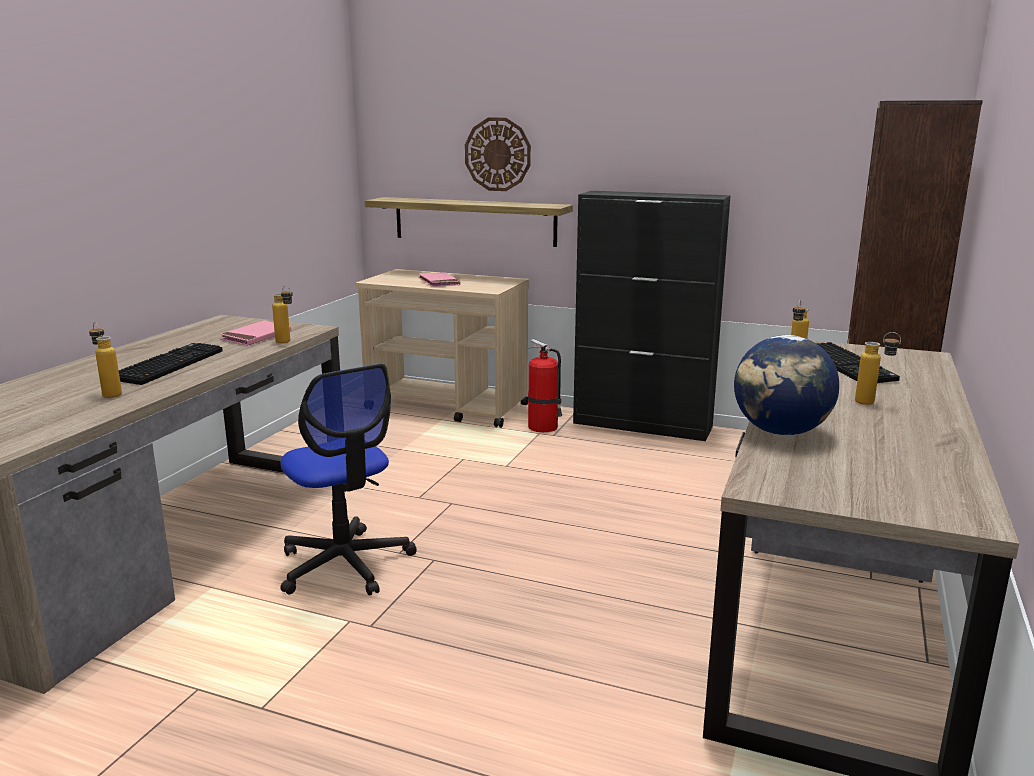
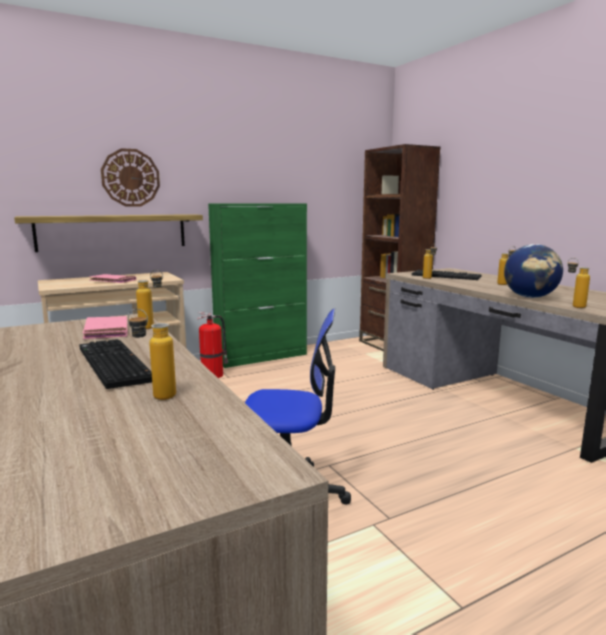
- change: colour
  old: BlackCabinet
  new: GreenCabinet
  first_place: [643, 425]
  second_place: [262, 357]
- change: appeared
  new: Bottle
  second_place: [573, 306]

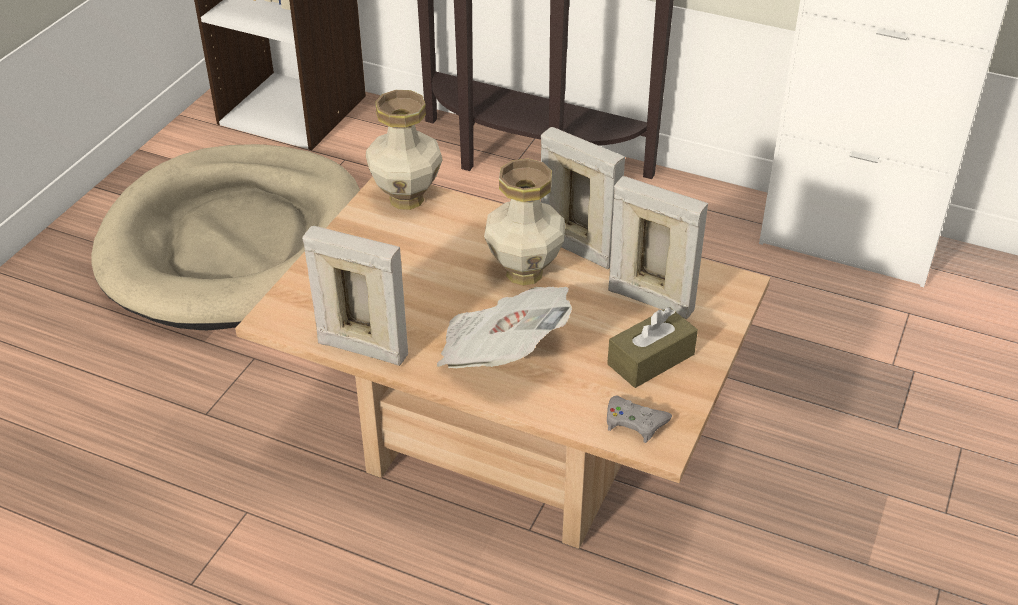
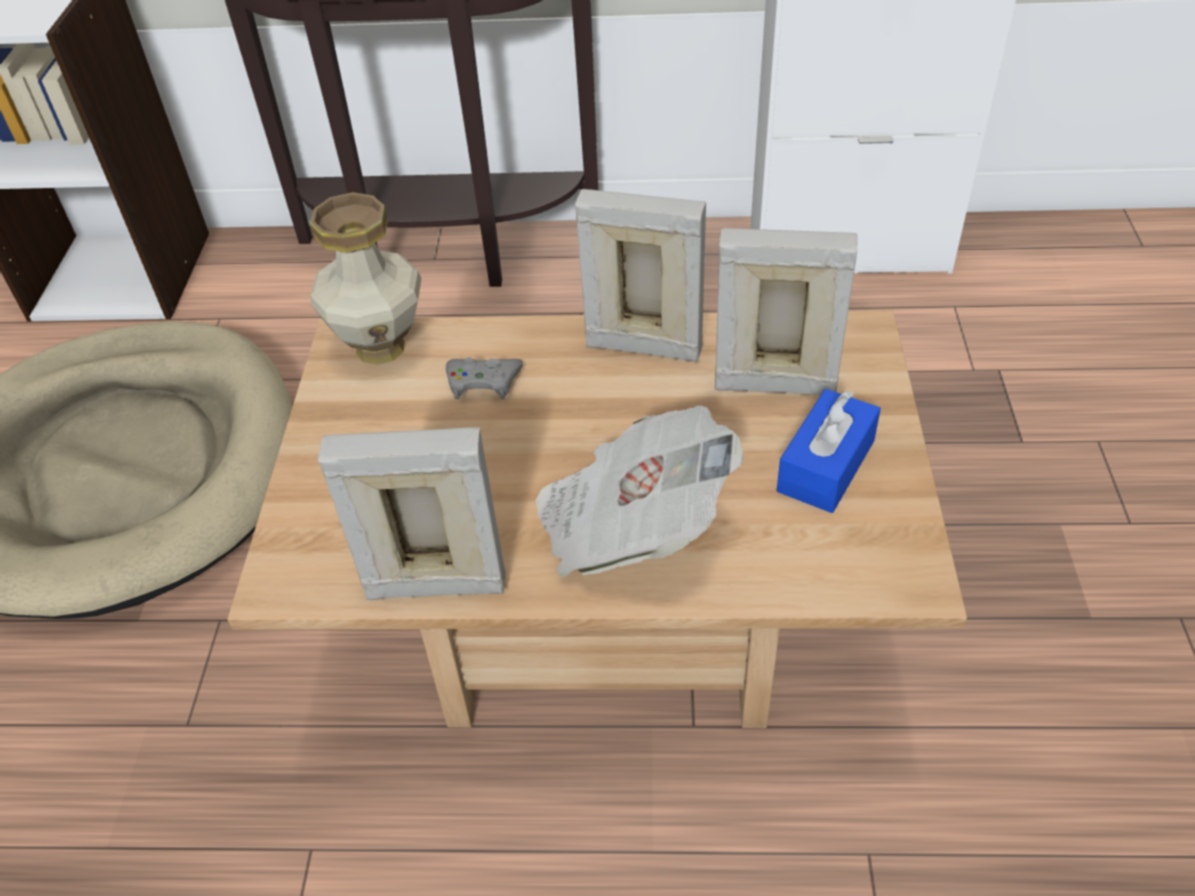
- change: relocated
  old: GreyGameController
  first_place: [635, 422]
  second_place: [483, 382]
- change: colour
  old: BrownTissueBox
  new: BlueTissueBox
  first_place: [651, 359]
  second_place: [826, 466]
- change: missing
  old: Vase
  first_place: [525, 272]

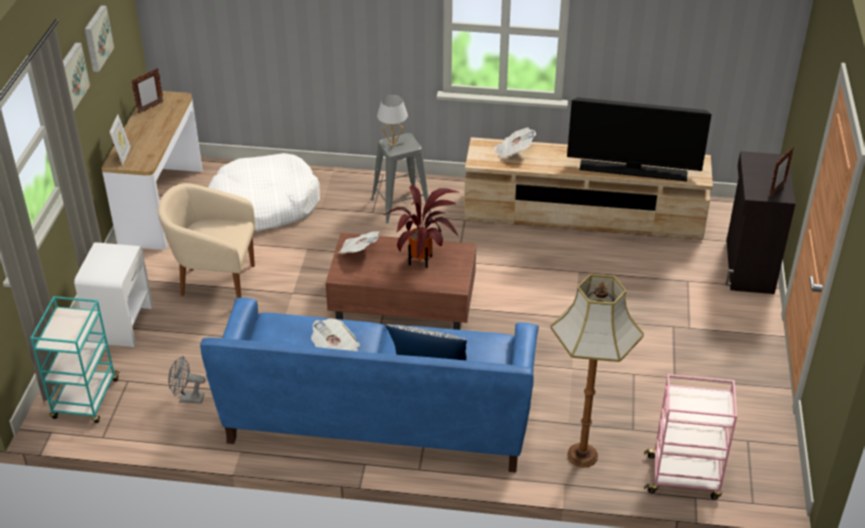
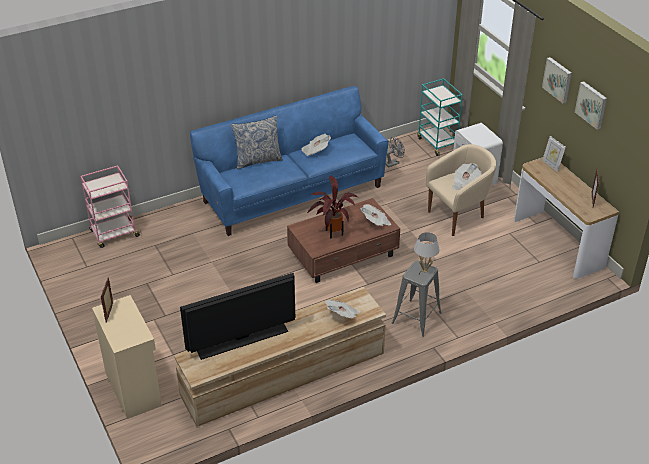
- change: colour
  old: BlackCabinet
  new: BeigeCabinet
  first_place: [748, 266]
  second_place: [134, 388]
- change: appeared
  new: Newspaper
  second_place: [465, 184]
- change: missing
  old: WhiteDogBed
  first_place: [264, 205]
- change: missing
  old: FloorLamp
  first_place: [582, 456]

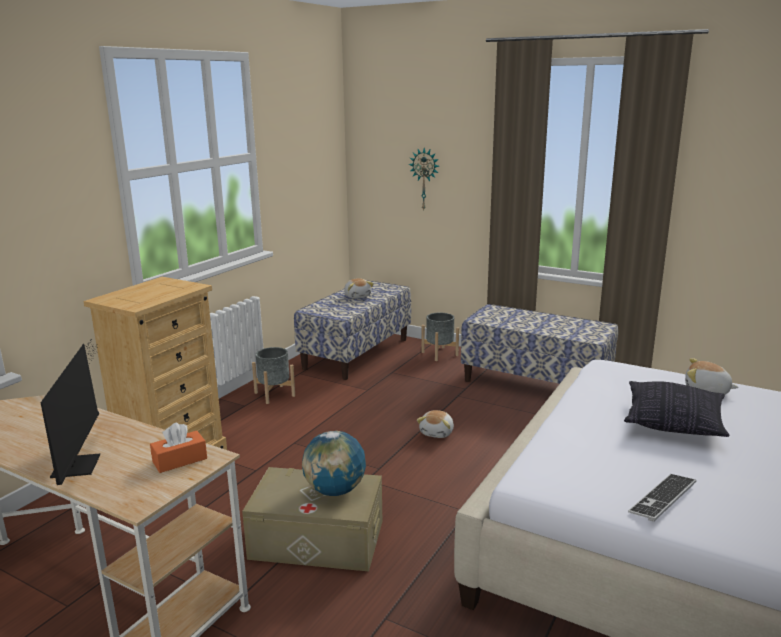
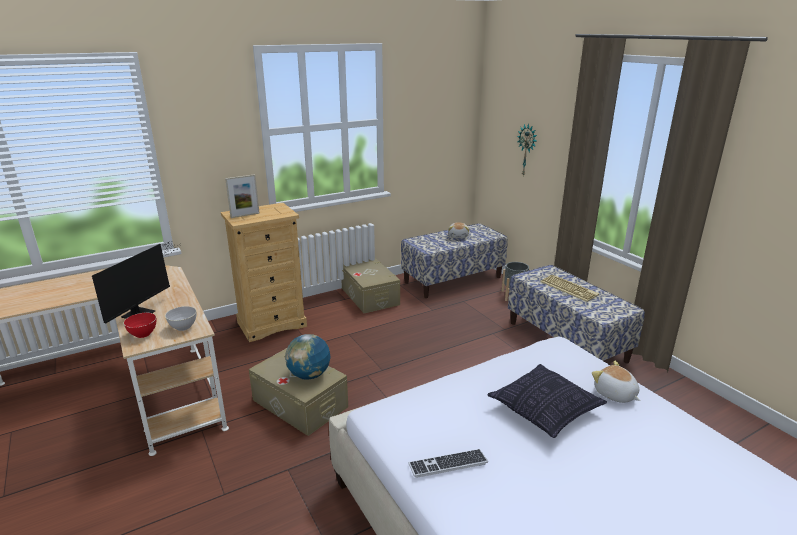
- change: appeared
  new: RedBowl
  second_place: [143, 334]
- change: exchanged
  old: OrangeTissueBox
  new: GreyBowl
  first_place: [180, 460]
  second_place: [183, 327]
- change: appeared
  new: PictureFrame
  second_place: [245, 215]
- change: exchanged
  old: GreyPlanter
  new: BeigeStorageBox
  first_place: [274, 394]
  second_place: [370, 296]
- change: appeared
  new: Keyboard
  second_place: [569, 288]
- change: missing
  old: PlushToy
  first_place: [437, 432]

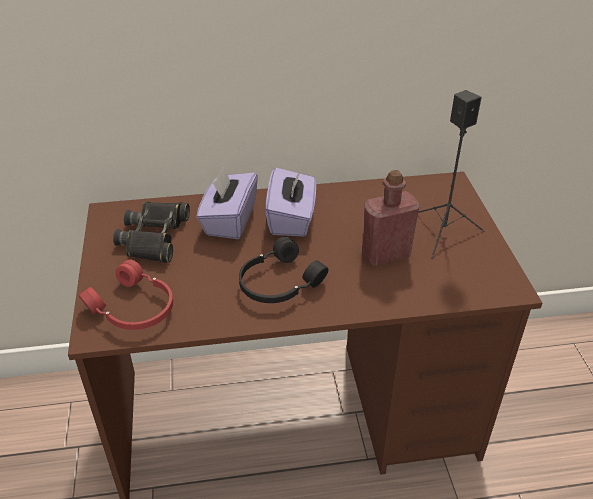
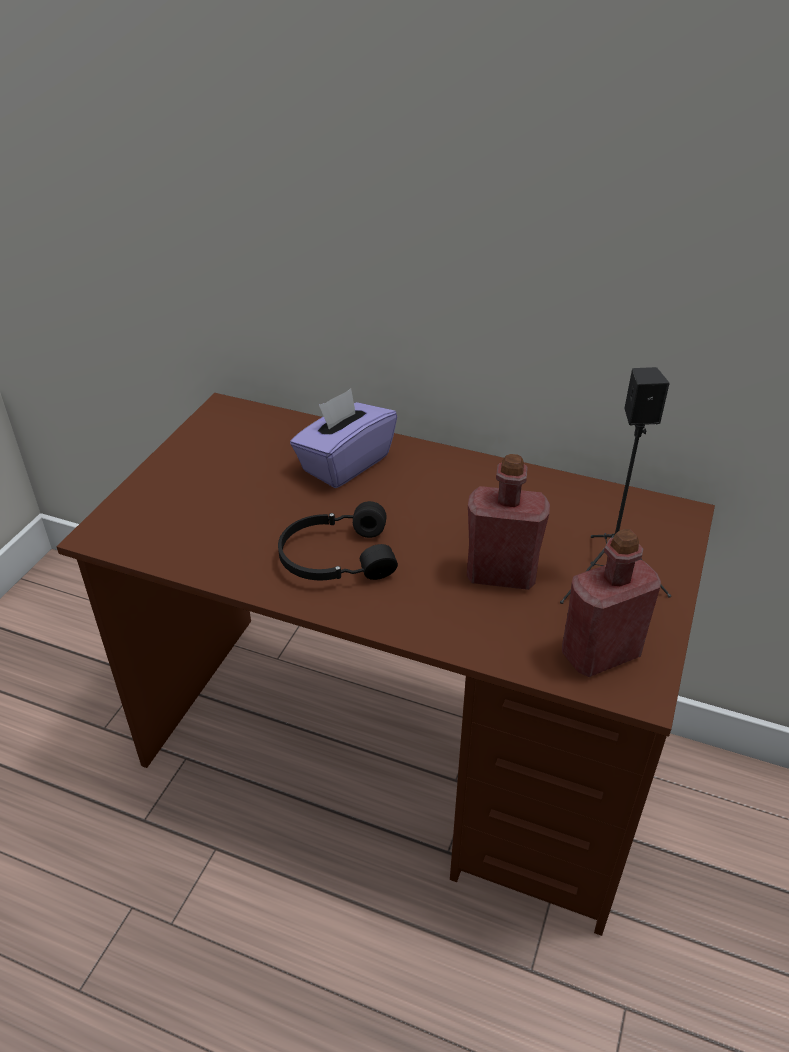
- change: appeared
  new: RedBottle
  second_place: [600, 654]
- change: missing
  old: RedHeadphones
  first_place: [133, 309]
- change: missing
  old: BlackBinoculars
  first_place: [155, 237]
- change: missing
  old: PurpleTissueBox
  first_place: [292, 219]

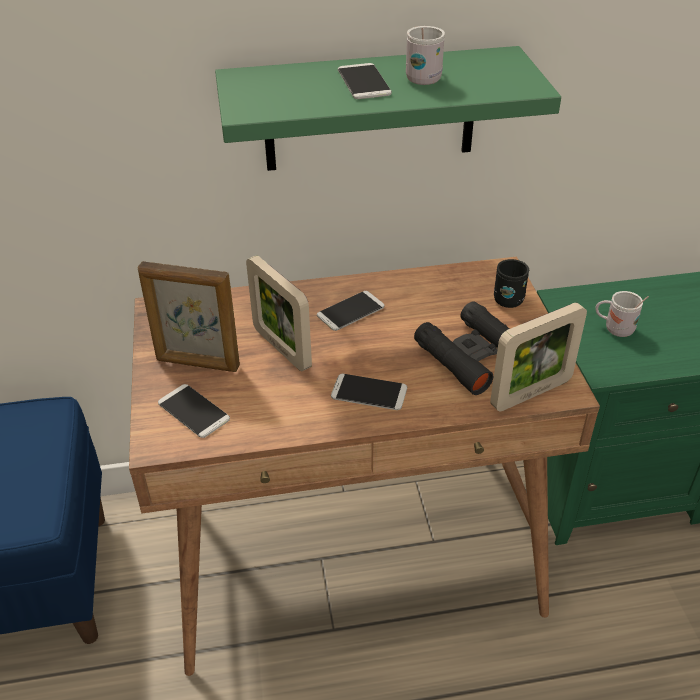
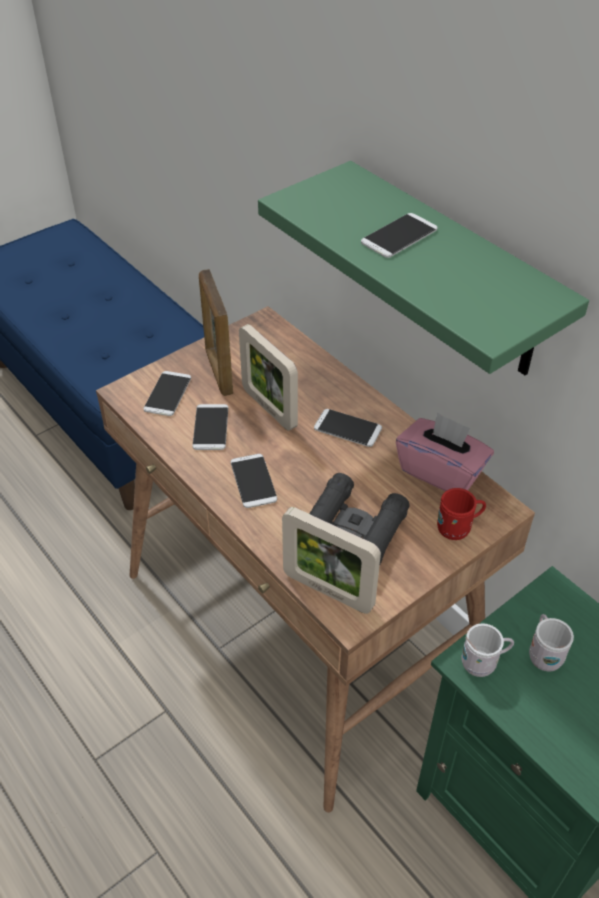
- change: appeared
  new: Phone
  second_place: [210, 427]
- change: spun
  old: PictureFrame
  first_place: [282, 348]
  second_place: [269, 408]
  degrees: -60
- change: appeared
  new: PinkTissueBox
  second_place: [441, 472]
- change: colour
  old: BlackMug
  new: RedMug
  first_place: [508, 298]
  second_place: [458, 528]
- change: relocated
  old: WhiteMug
  first_place: [424, 77]
  second_place: [483, 662]

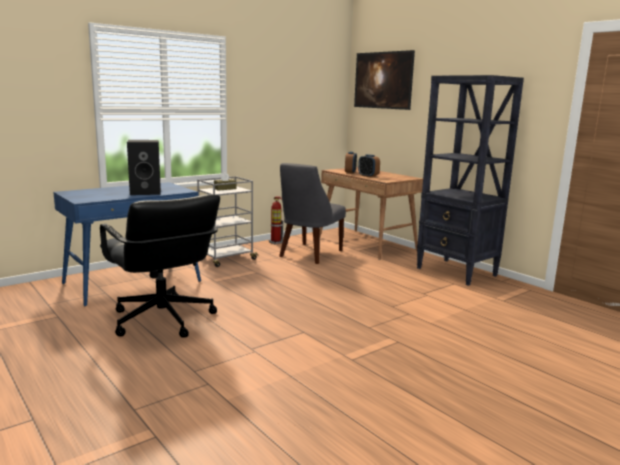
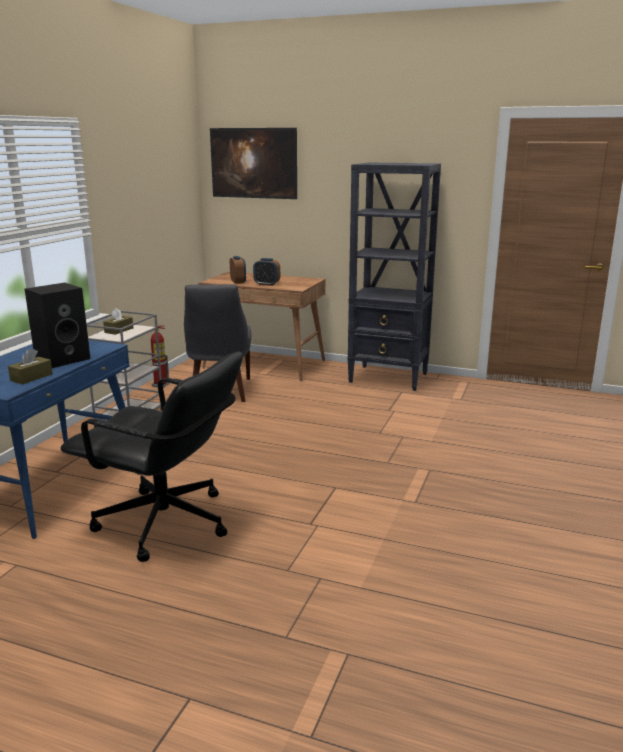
- change: appeared
  new: BrownTissueBox
  second_place: [31, 377]

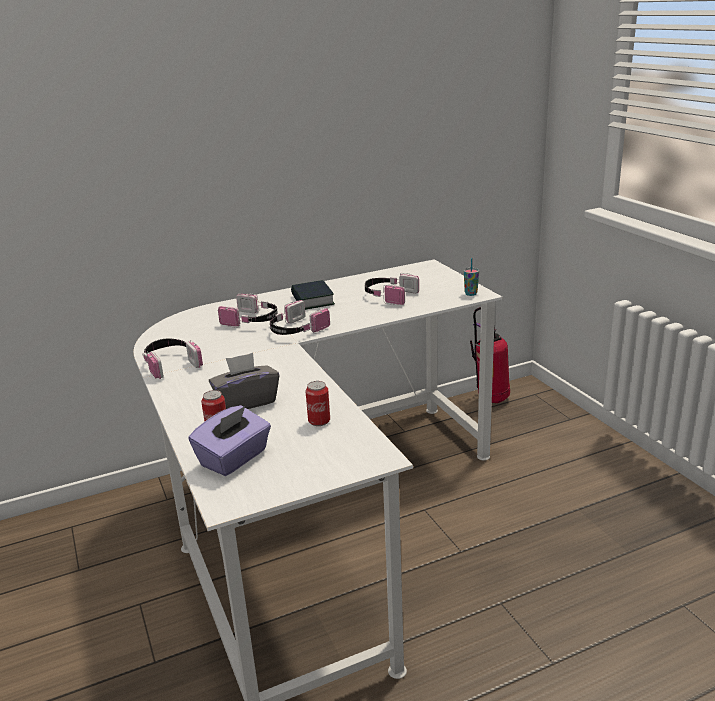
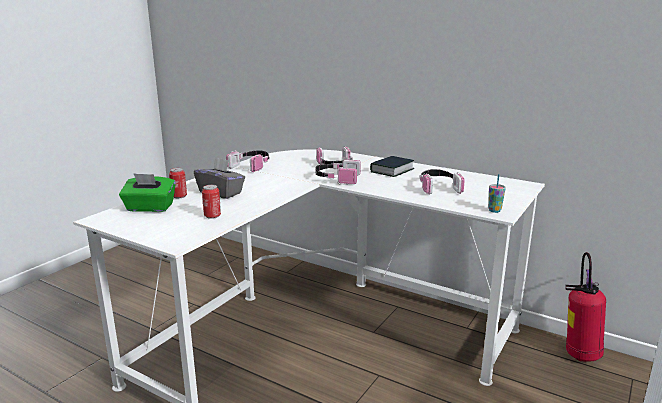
- change: colour
  old: PurpleTissueBox
  new: GreenTissueBox
  first_place: [234, 458]
  second_place: [150, 208]

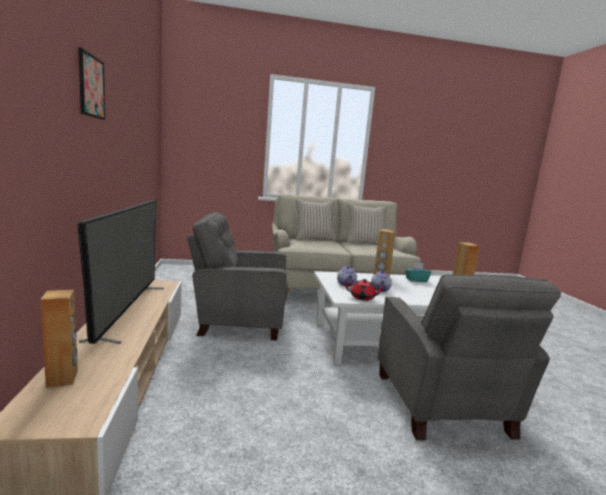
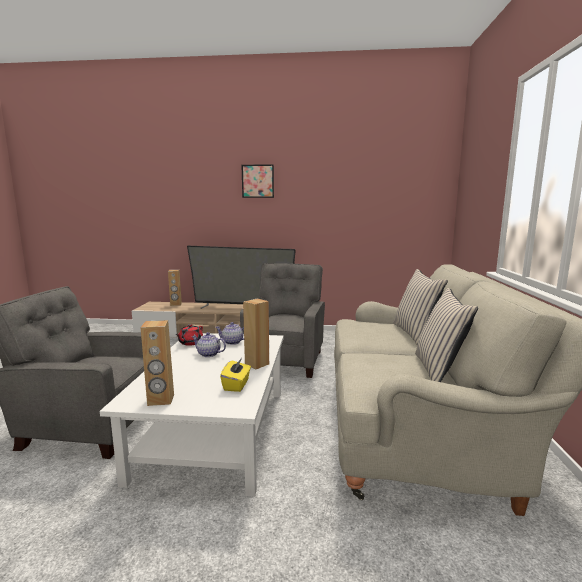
- change: colour
  old: TurquoiseTissueBox
  new: YellowTissueBox
  first_place: [416, 280]
  second_place: [236, 385]

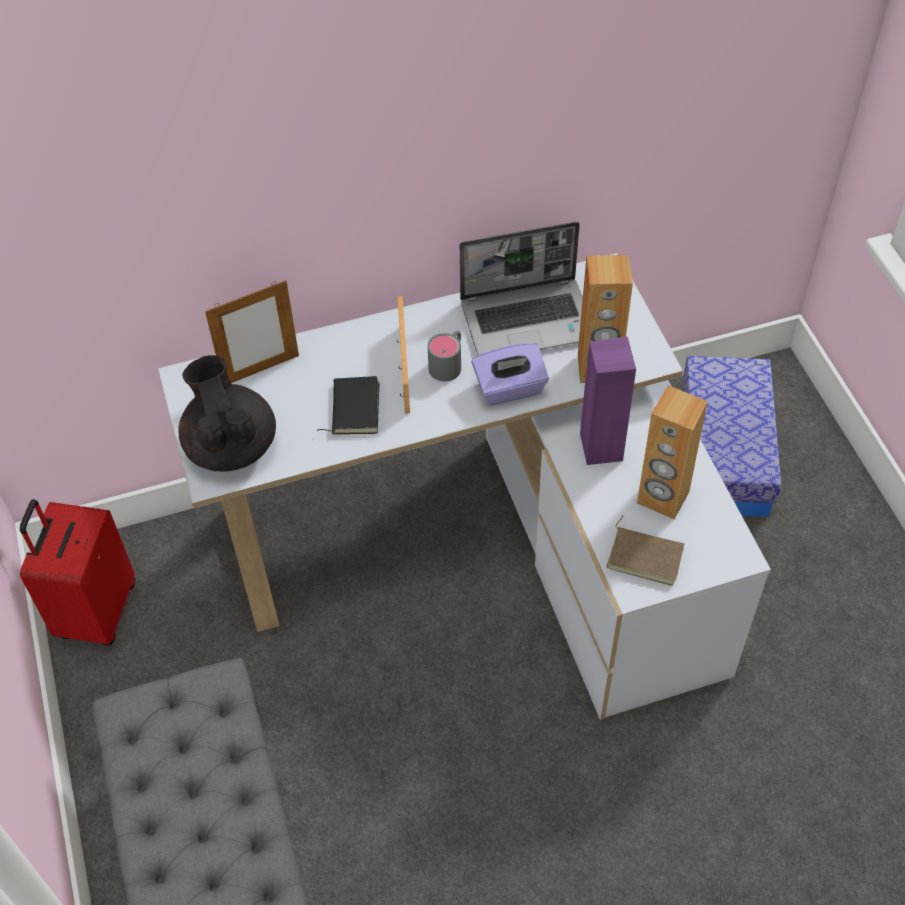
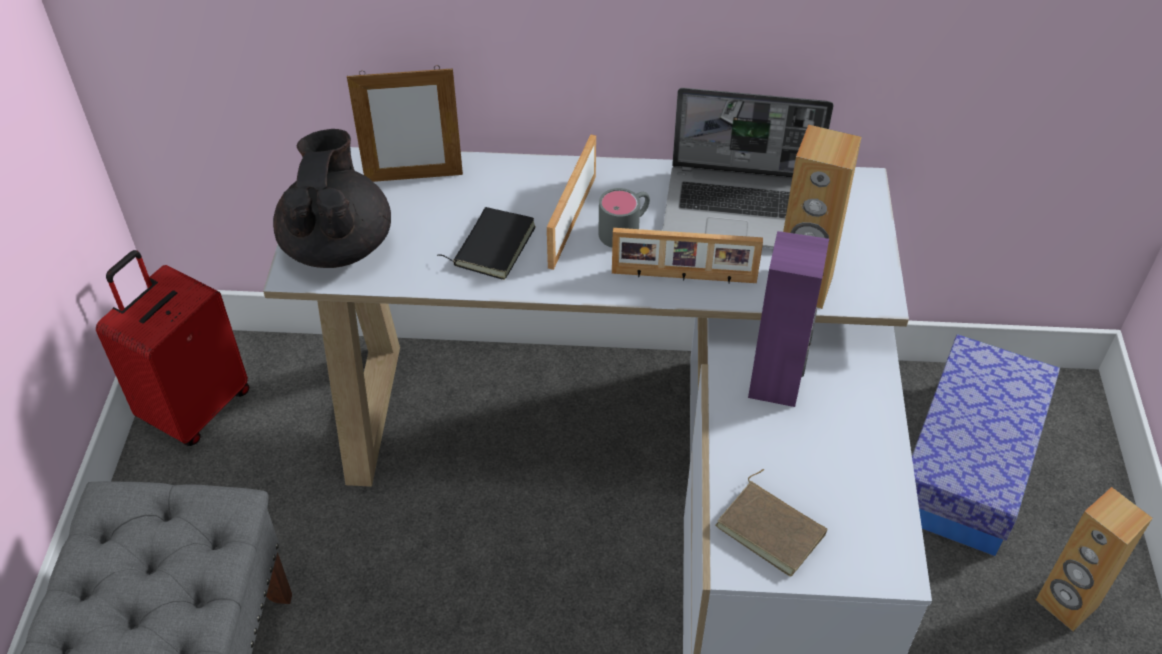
- change: exchanged
  old: PurpleTissueBox
  new: PictureFrame
  first_place: [510, 389]
  second_place: [683, 277]
- change: relocated
  old: BrownSpeaker
  first_place: [662, 498]
  second_place: [1066, 604]

